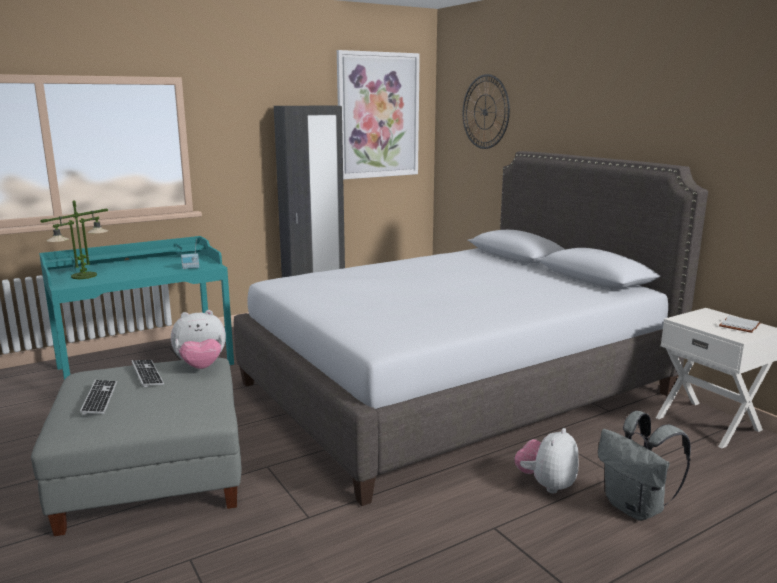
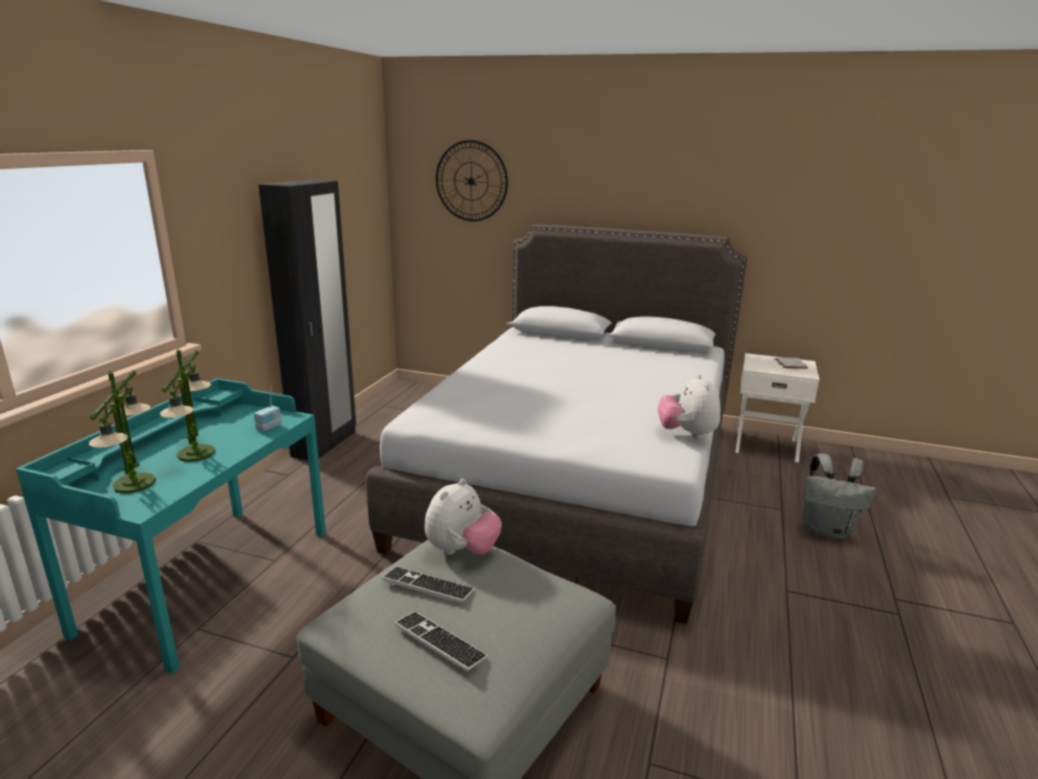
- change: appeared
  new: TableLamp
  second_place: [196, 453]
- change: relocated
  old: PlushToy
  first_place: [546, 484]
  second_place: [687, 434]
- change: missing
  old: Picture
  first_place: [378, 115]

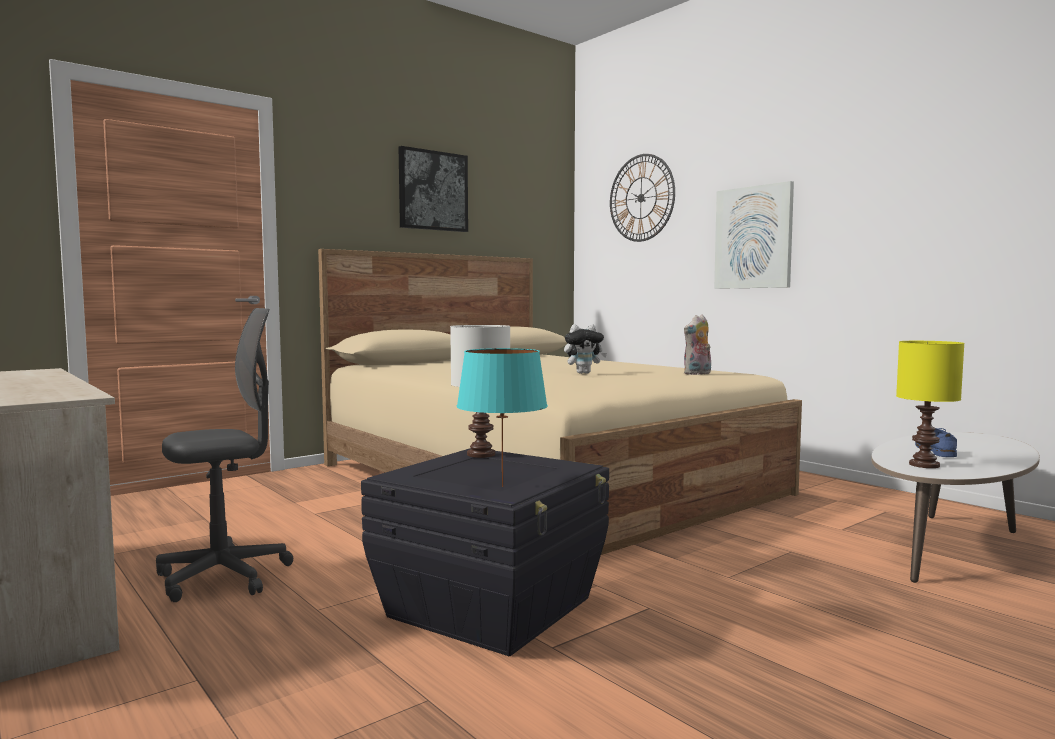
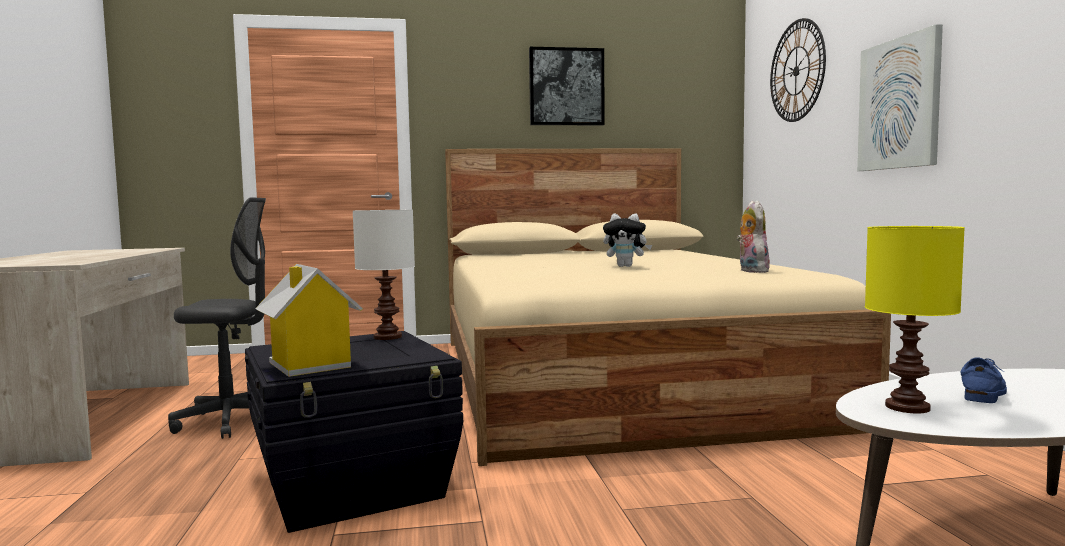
- change: exchanged
  old: TurquoiseTableLamp
  new: ToyHouse
  first_place: [503, 487]
  second_place: [309, 366]
- change: spun
  old: PlushToy
  first_place: [697, 374]
  second_place: [751, 271]
  degrees: 90

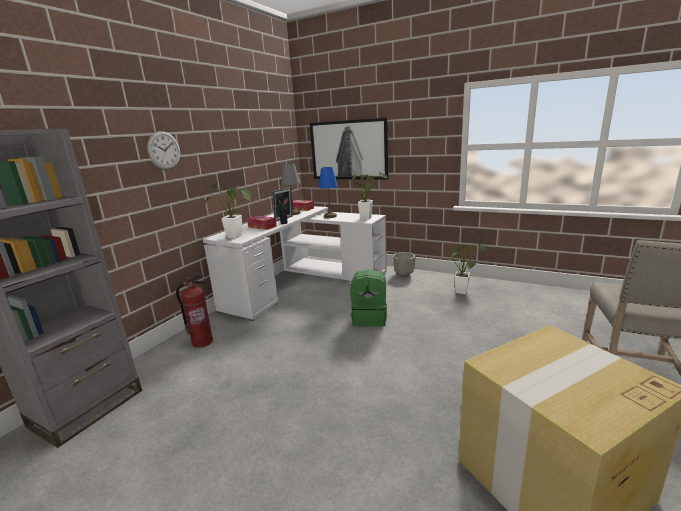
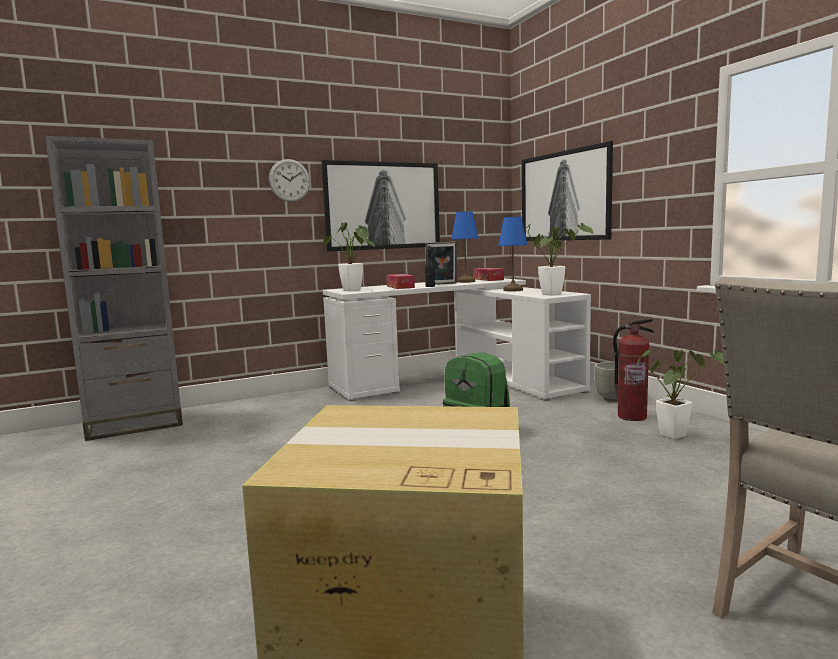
- change: appeared
  new: Picture
  second_place: [382, 206]
- change: colour
  old: GreyTableLamp
  new: BlueTableLamp
  first_place: [293, 213]
  second_place: [466, 281]
- change: relocated
  old: FireExtinguisher
  first_place: [202, 342]
  second_place: [632, 416]

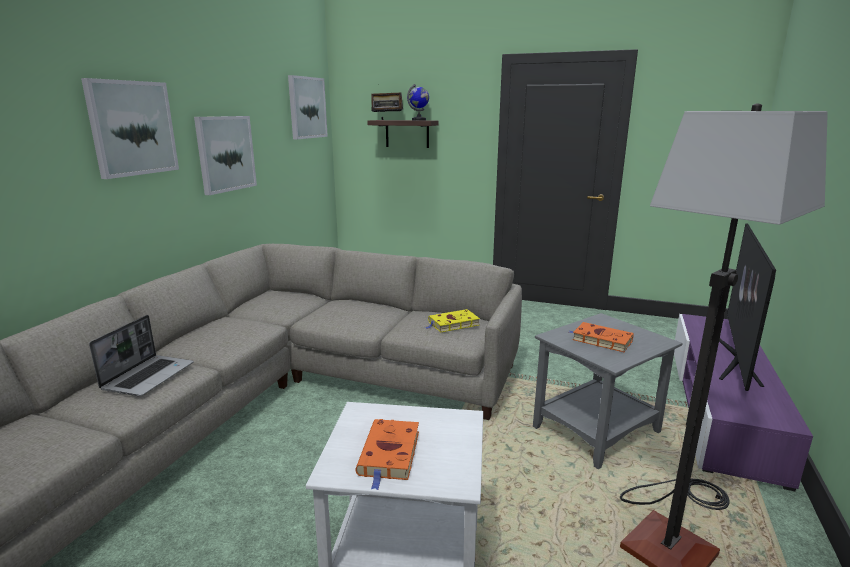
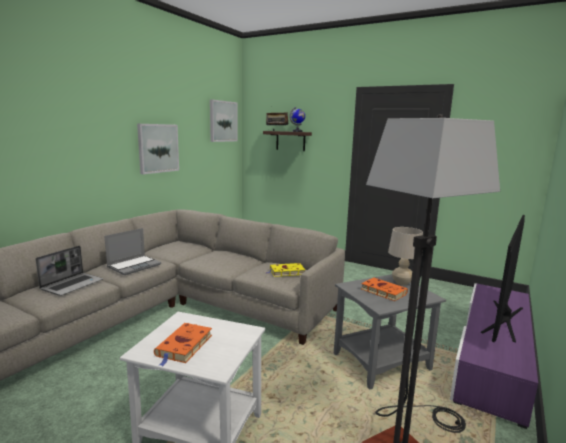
- change: appeared
  new: Laptop
  second_place: [134, 266]
- change: appeared
  new: BeigeTableLamp
  second_place: [402, 283]
- change: missing
  old: Picture
  first_place: [132, 128]

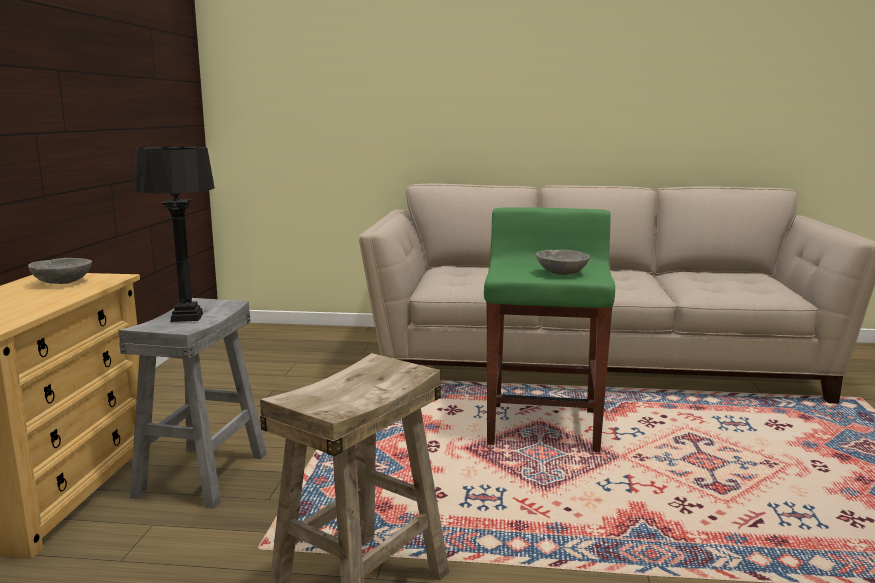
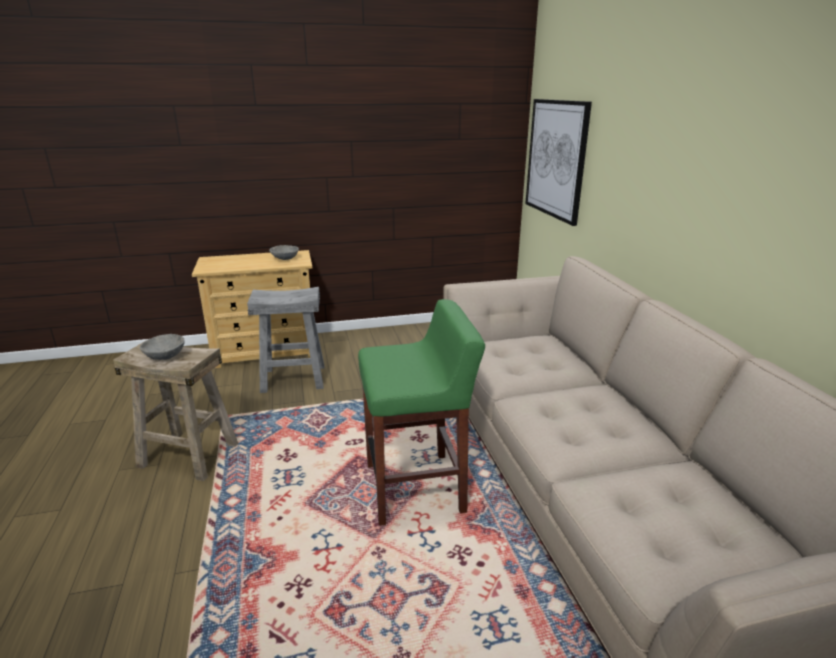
- change: relocated
  old: GreyBowl
  first_place: [561, 273]
  second_place: [165, 356]
- change: appeared
  new: Picture
  second_place: [556, 159]
- change: missing
  old: BlackTableLamp
  first_place: [186, 317]

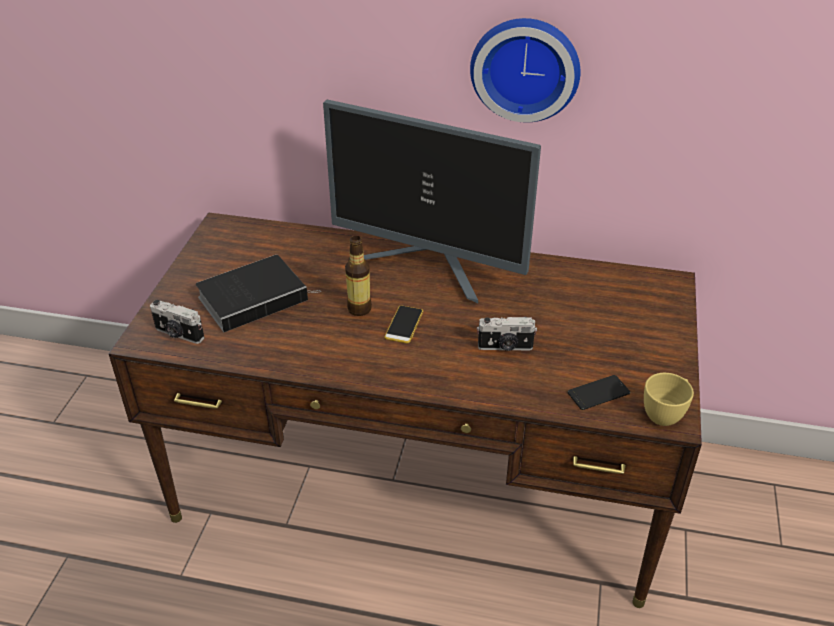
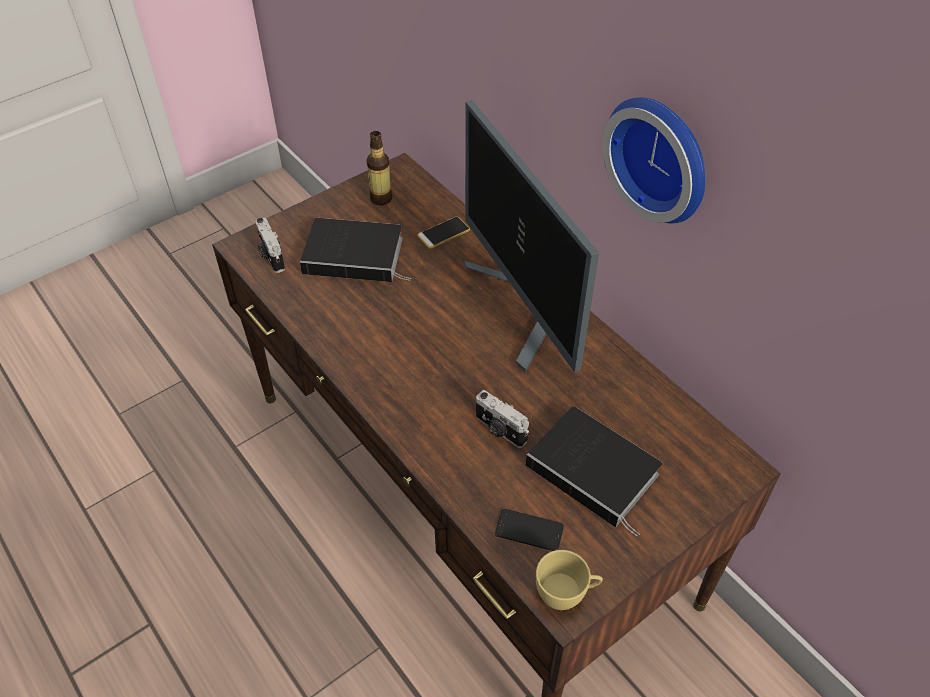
- change: relocated
  old: Bottle
  first_place: [359, 309]
  second_place: [381, 198]
- change: relocated
  old: Phone
  first_place: [404, 325]
  second_place: [443, 233]
- change: appeared
  new: Book
  second_place: [596, 471]

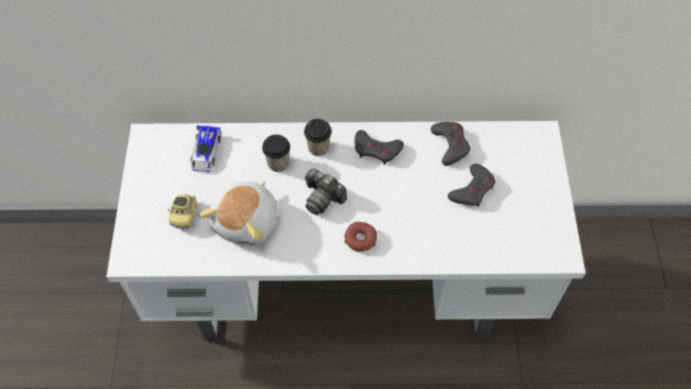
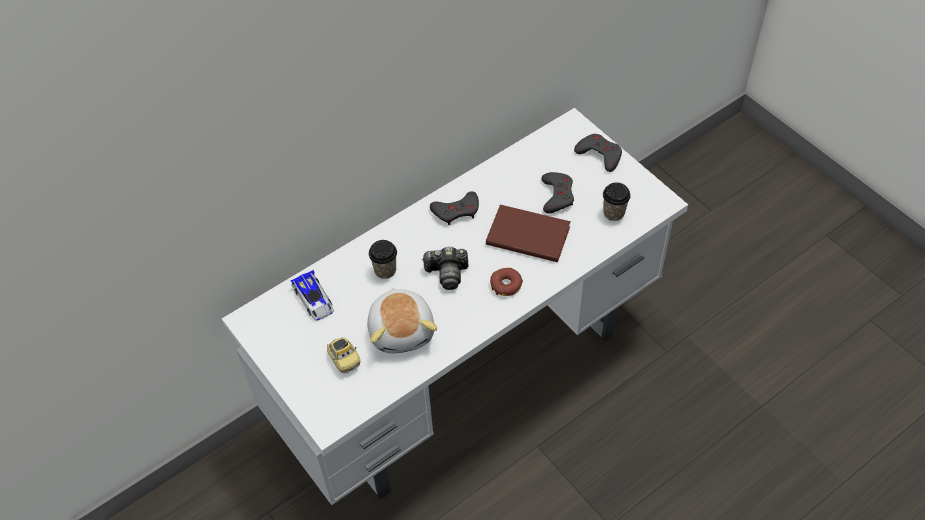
- change: appeared
  new: BrownBook
  second_place: [527, 234]
- change: relocated
  old: GreyGameController
  first_place: [450, 145]
  second_place: [599, 155]
- change: relocated
  old: Cup
  first_place: [318, 148]
  second_place: [614, 213]

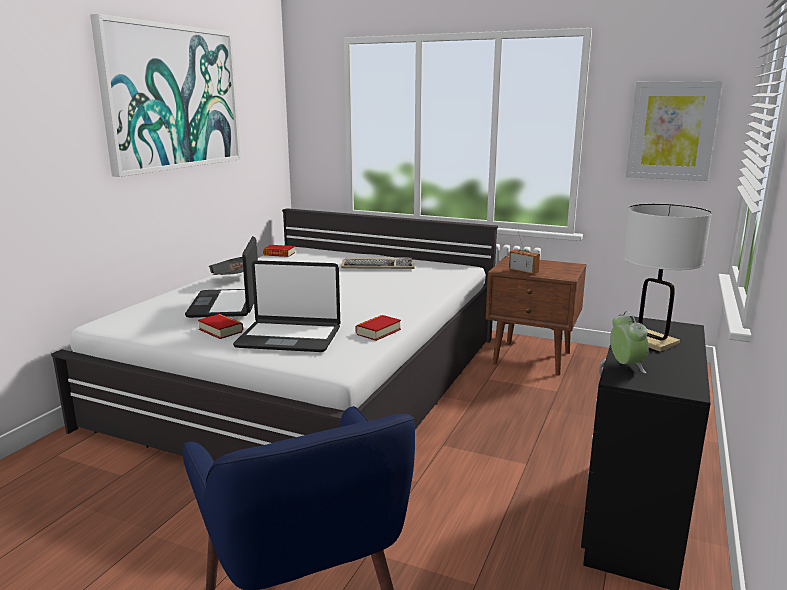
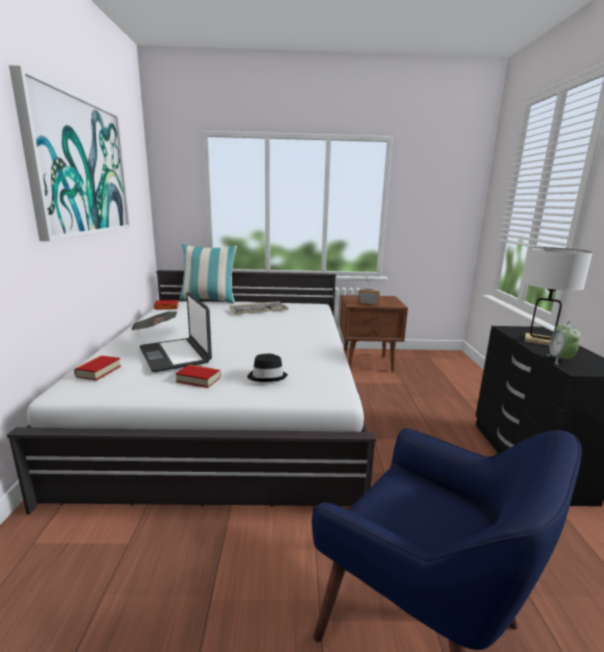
- change: relocated
  old: Book
  first_place: [378, 332]
  second_place: [98, 371]
- change: appeared
  new: Pillow
  second_place: [209, 300]
- change: exchanged
  old: Laptop
  new: BlackHat
  first_place: [289, 337]
  second_place: [267, 376]
- change: spun
  old: AlarmClock
  first_place: [626, 366]
  second_place: [559, 360]
  degrees: -135
- change: missing
  old: Picture
  first_place: [672, 131]

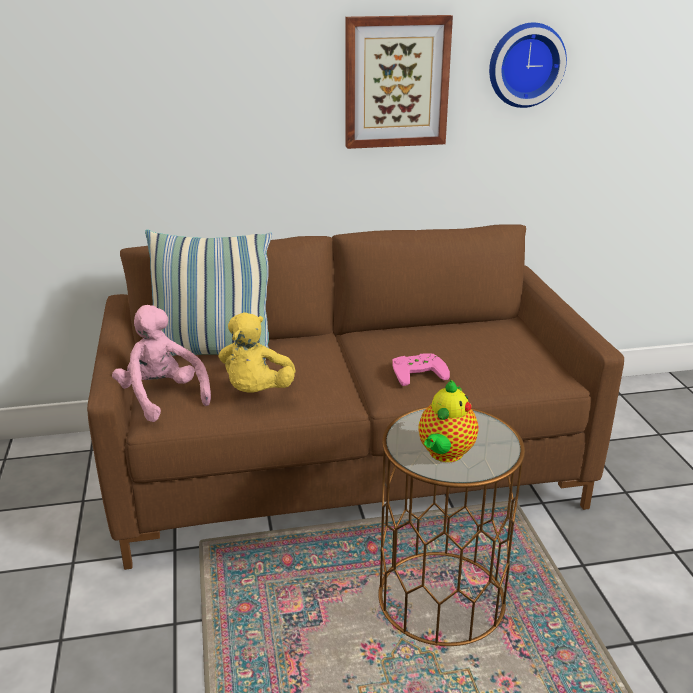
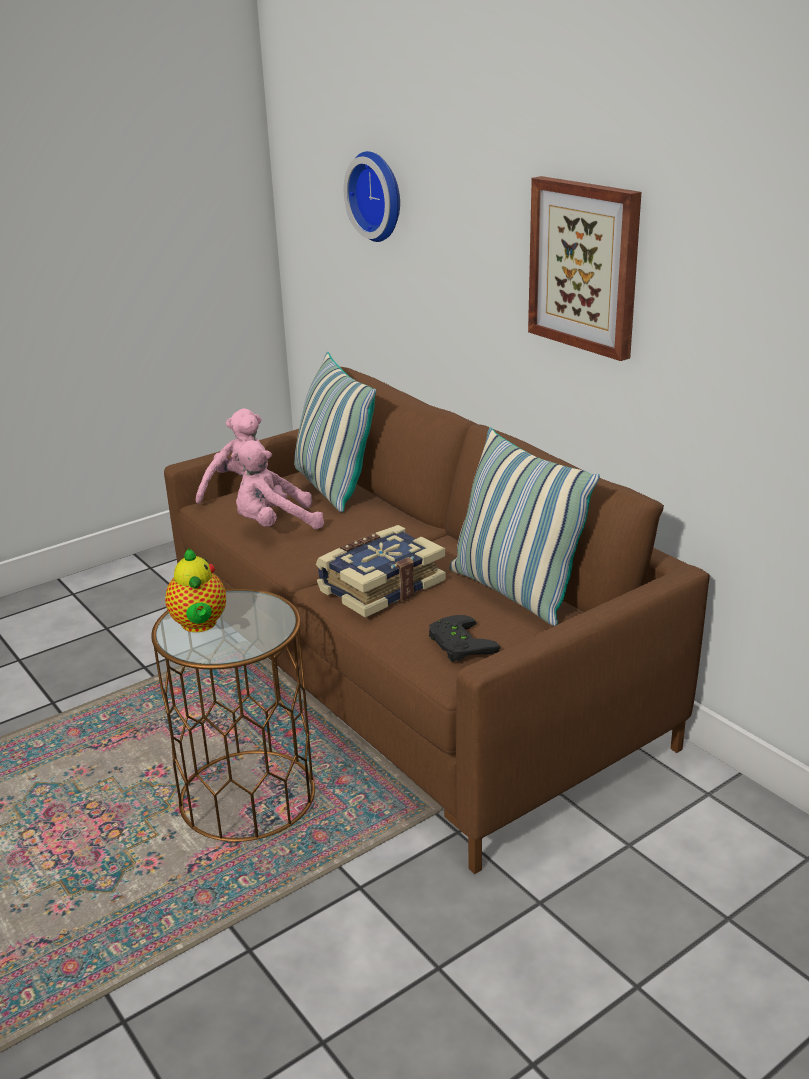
- change: spun
  old: Teapot
  first_place: [445, 454]
  second_place: [199, 625]
  degrees: -105
- change: colour
  old: YellowPlushToy
  new: PinkPlushToy
  first_place: [256, 392]
  second_place: [275, 525]
- change: exchanged
  old: PinkGameController
  new: Book
  first_place: [417, 372]
  second_place: [380, 586]
- change: relocated
  old: WallClock
  first_place: [525, 64]
  second_place: [378, 196]
- change: appeared
  new: BlackGameController
  second_place: [457, 644]
- change: appeared
  new: Pillow
  second_place: [514, 591]

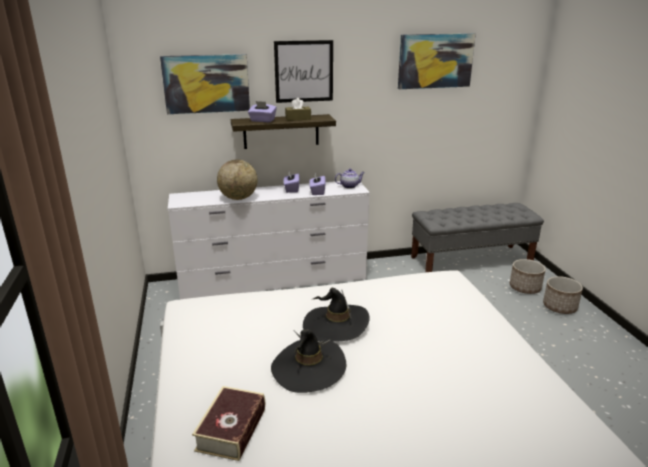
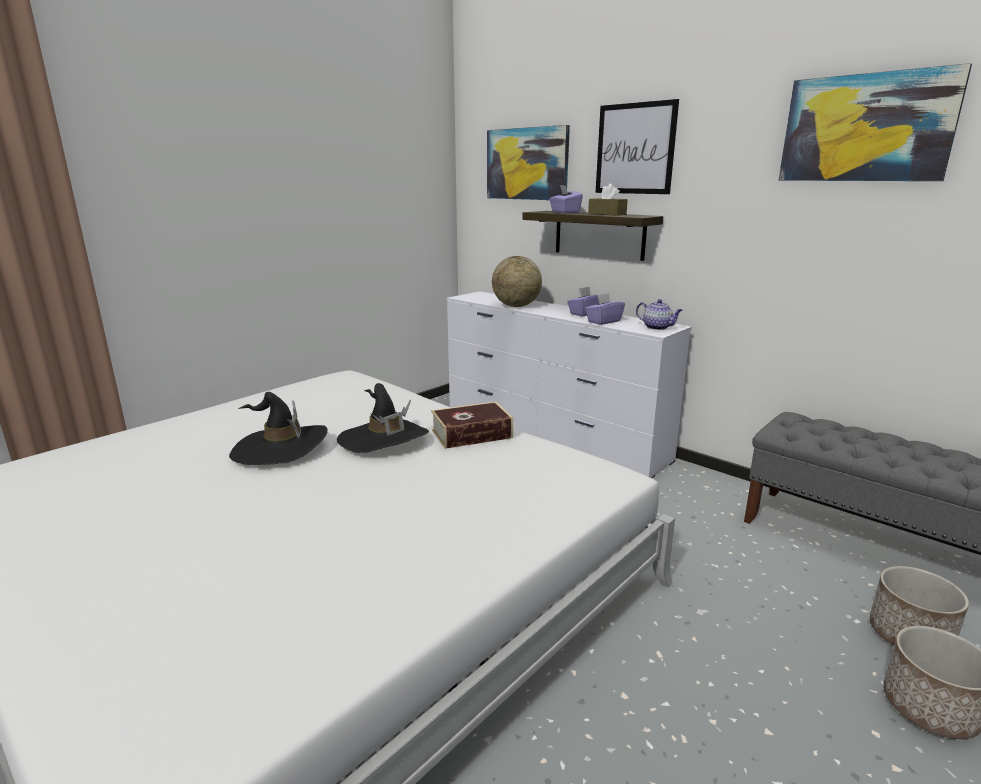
- change: relocated
  old: Book
  first_place: [231, 429]
  second_place: [471, 434]

